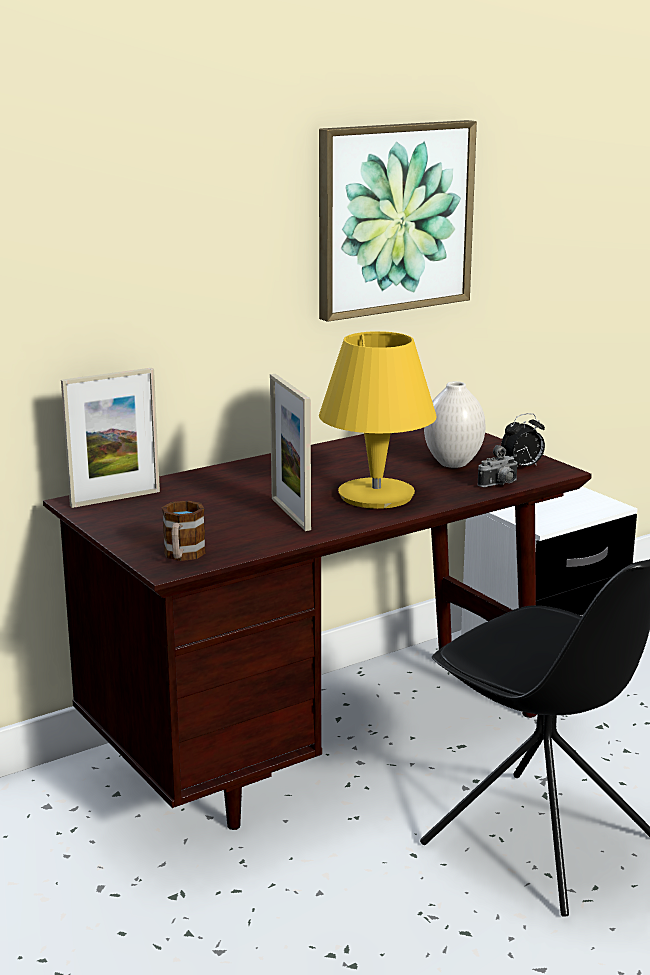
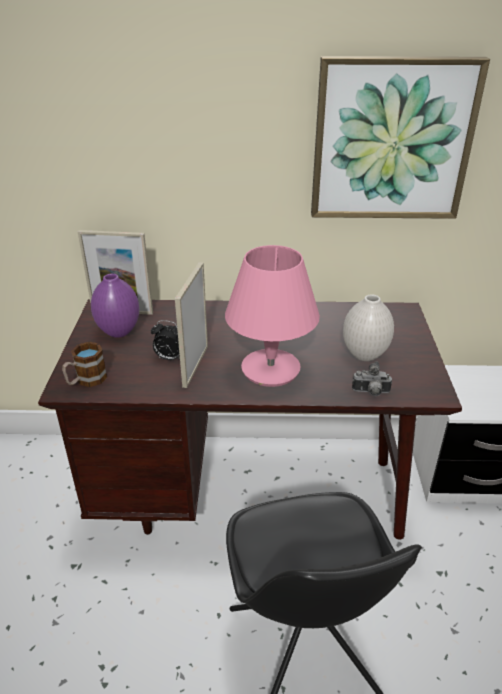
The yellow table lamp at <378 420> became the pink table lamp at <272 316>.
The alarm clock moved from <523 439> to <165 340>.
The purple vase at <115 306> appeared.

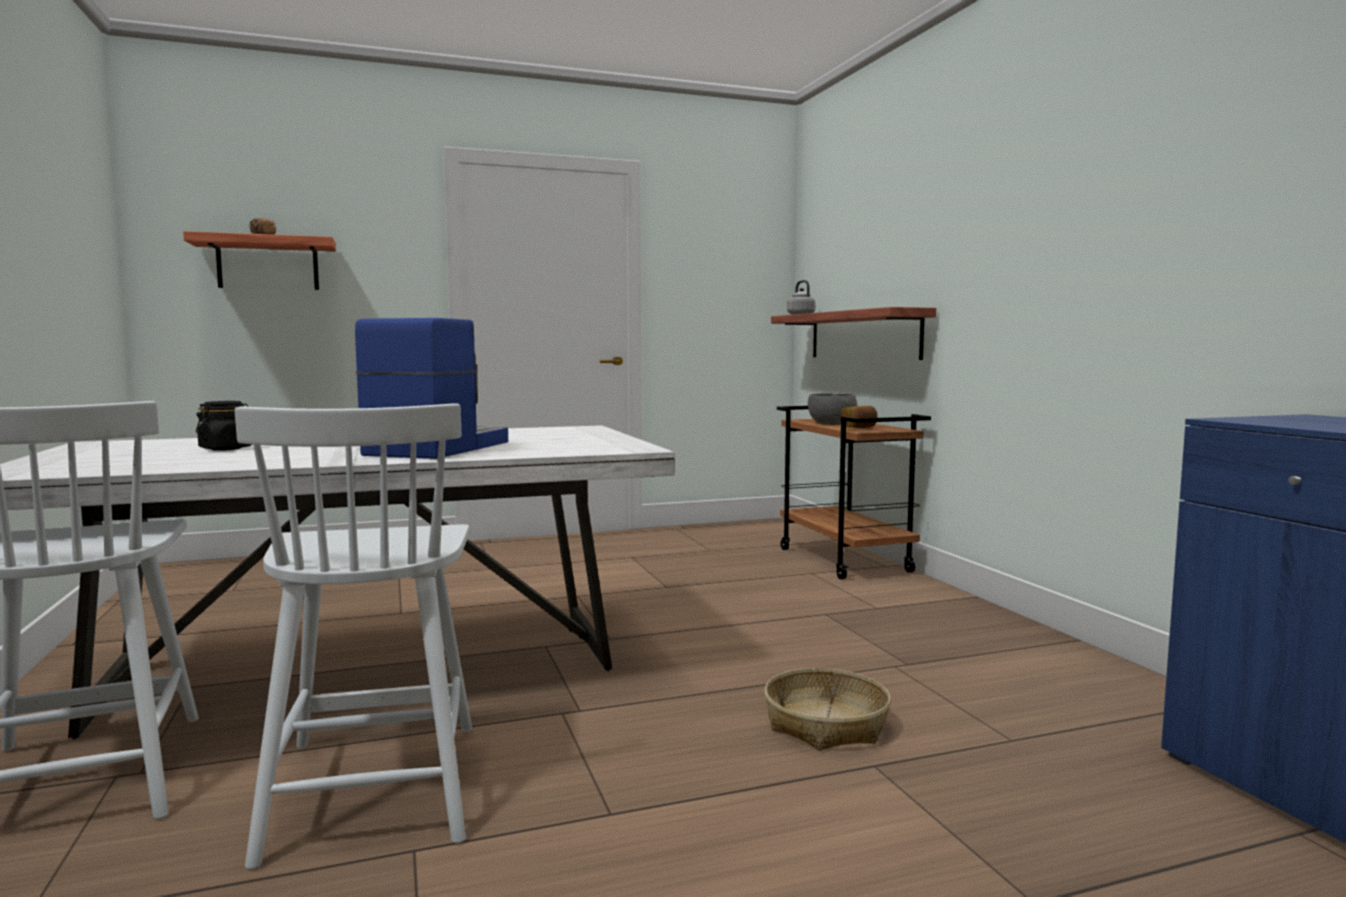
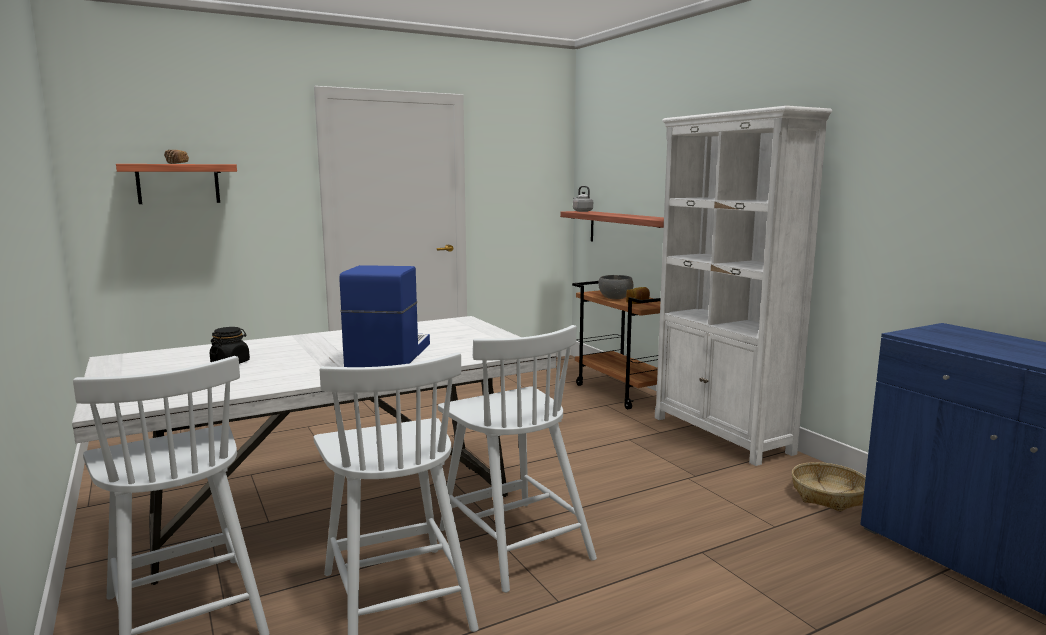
The basket moved from <827 709> to <829 487>.
The white chair at <517 459> appeared.
The white bookcase at <743 285> appeared.

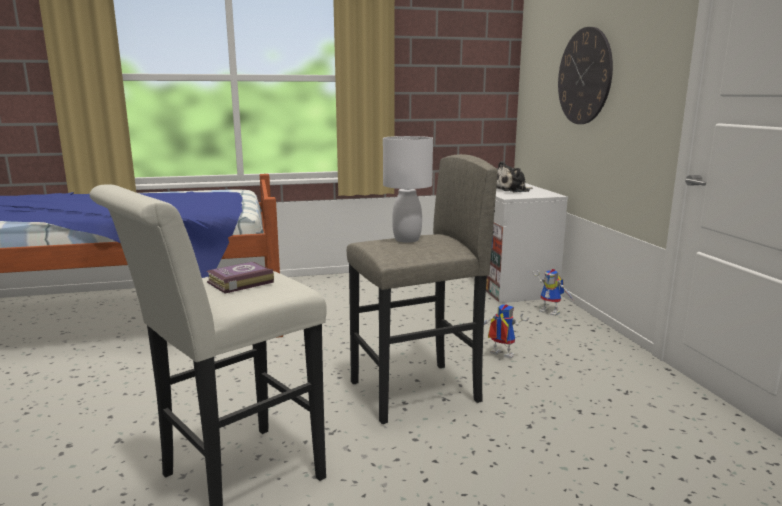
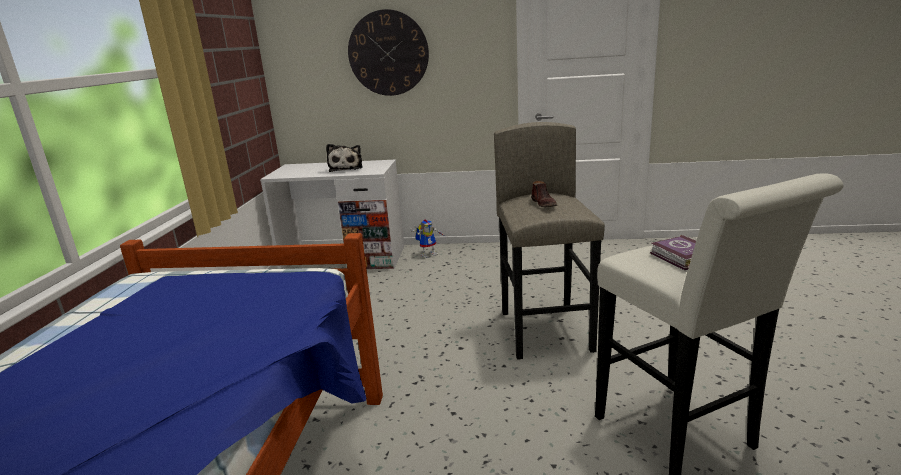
The white table lamp at <408 189> was replaced by the brown shoe at <544 194>.
The toy robot at <506 331> disappeared.

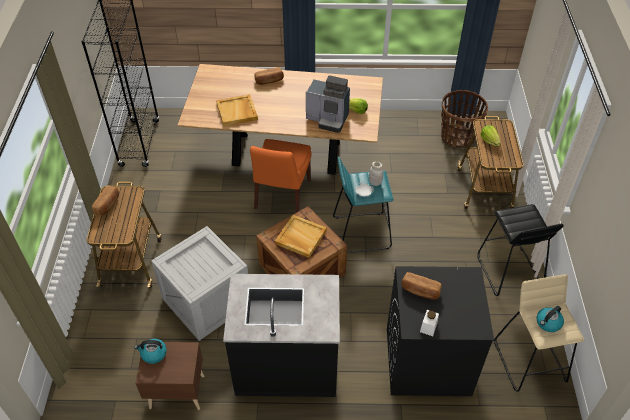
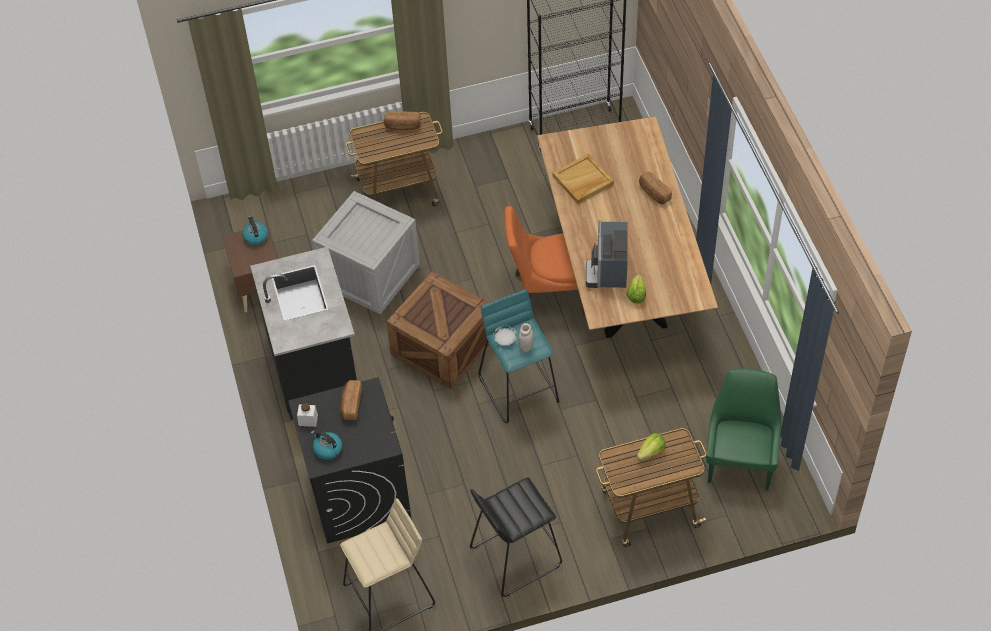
The beige tray at <301 236> disappeared.
The basket at <464 119> was replaced by the green chair at <743 429>.
The kettle moved from <550 319> to <326 445>.

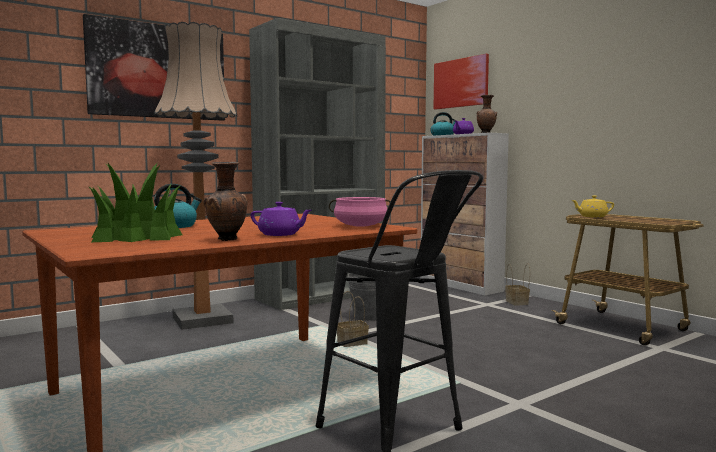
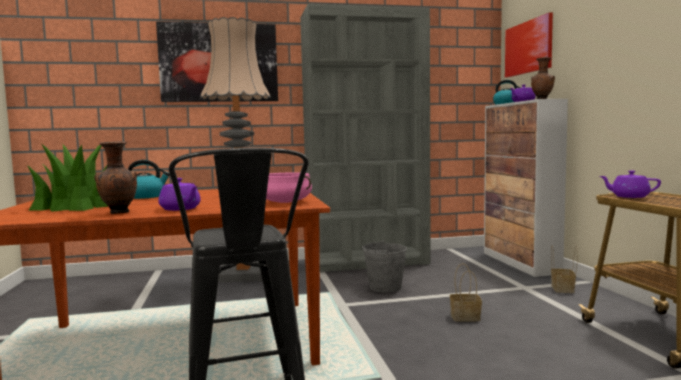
The basket moved from <353 319> to <466 292>.
The yellow teapot at <592 207> became the purple teapot at <630 184>.

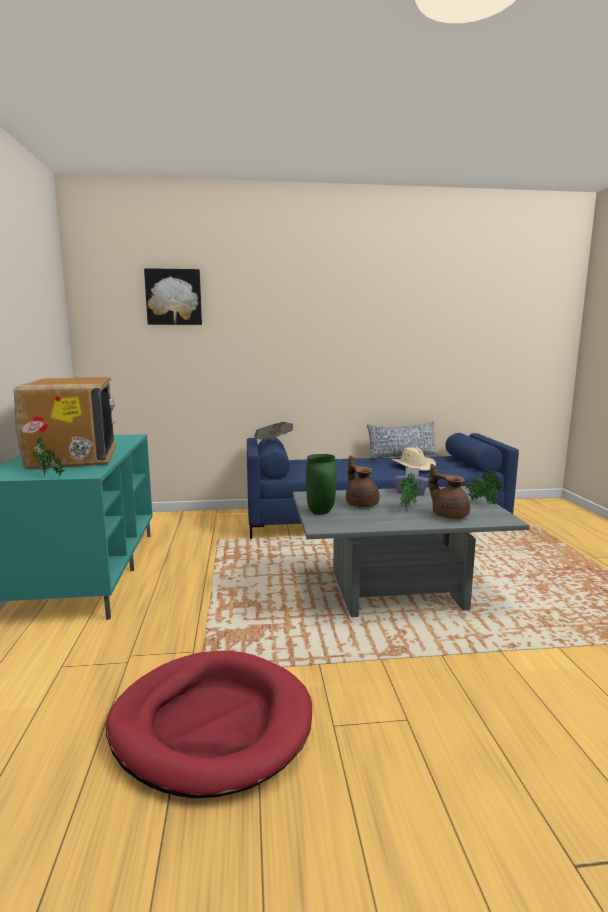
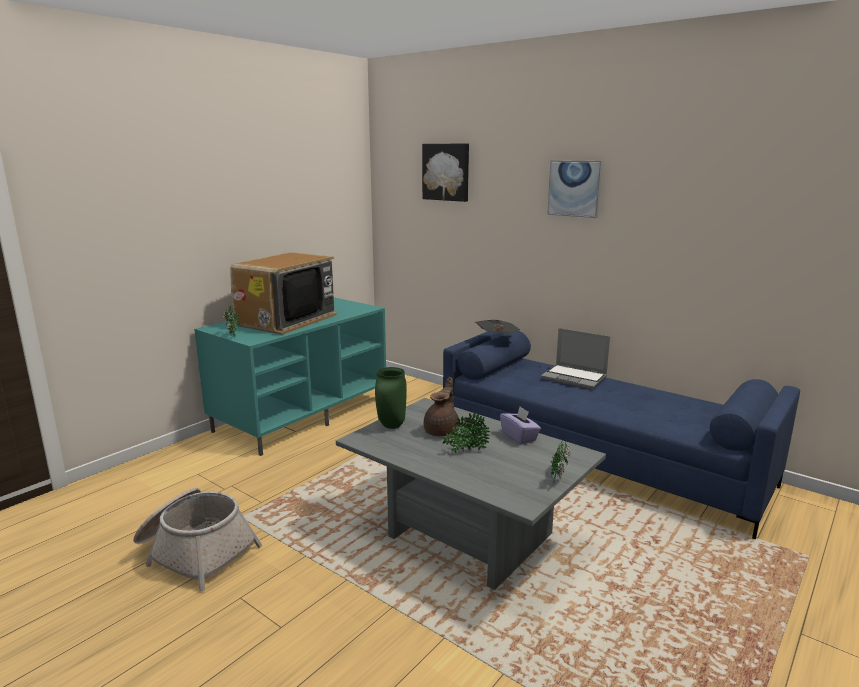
The red dog bed at <209 724> was replaced by the basket at <197 539>.
The pillow at <403 440> disappeared.
The beige hat at <414 459> disappeared.
The brown teapot at <449 491> disappeared.
The laptop at <575 358> appeared.
The picture at <575 189> appeared.

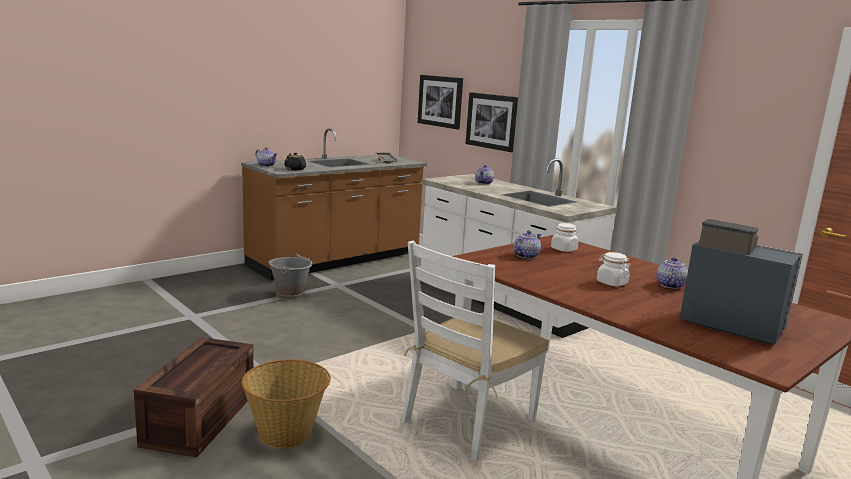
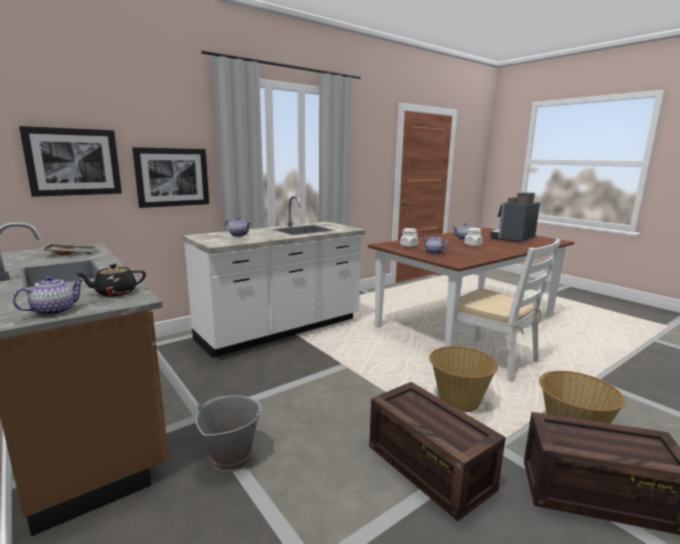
The crate at <437 451> appeared.
The basket at <463 379> appeared.

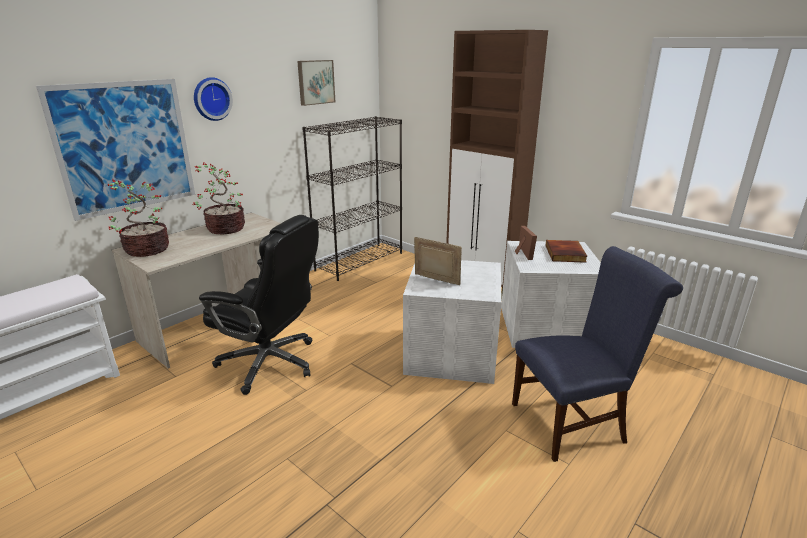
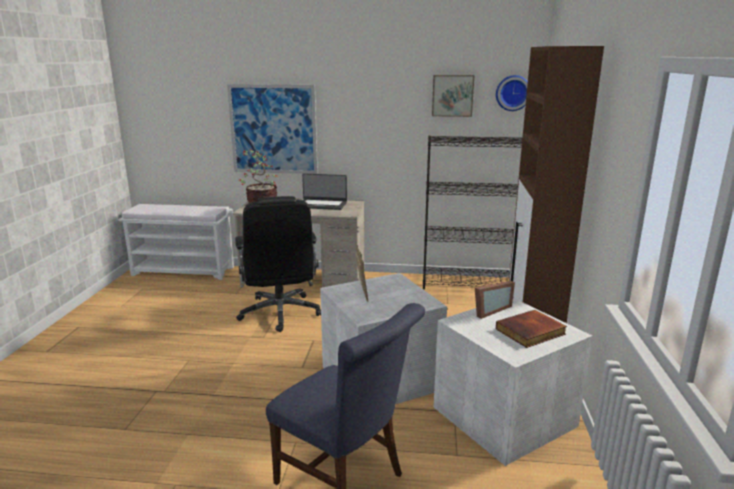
The potted plant at <218 198> was replaced by the laptop at <324 191>.
The wall clock moved from <213 99> to <512 93>.

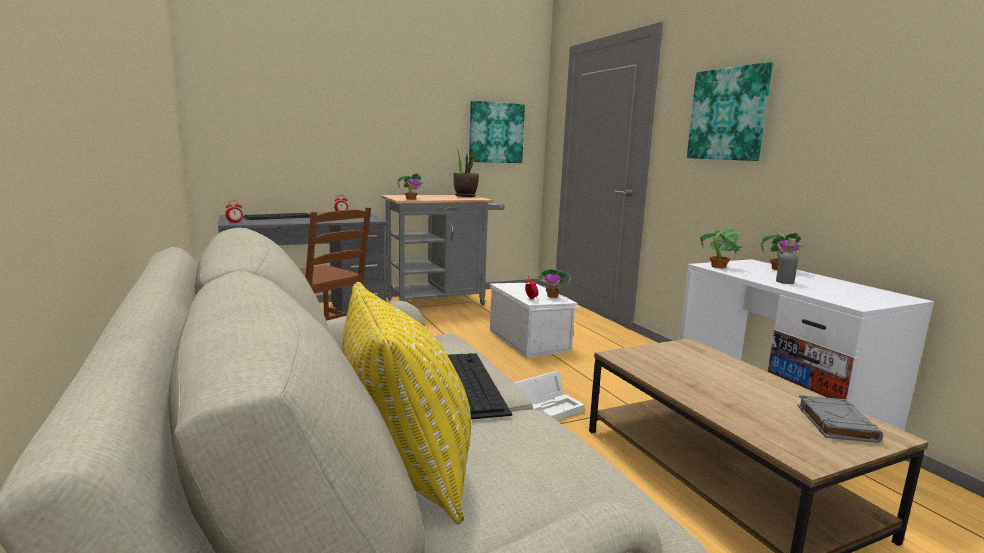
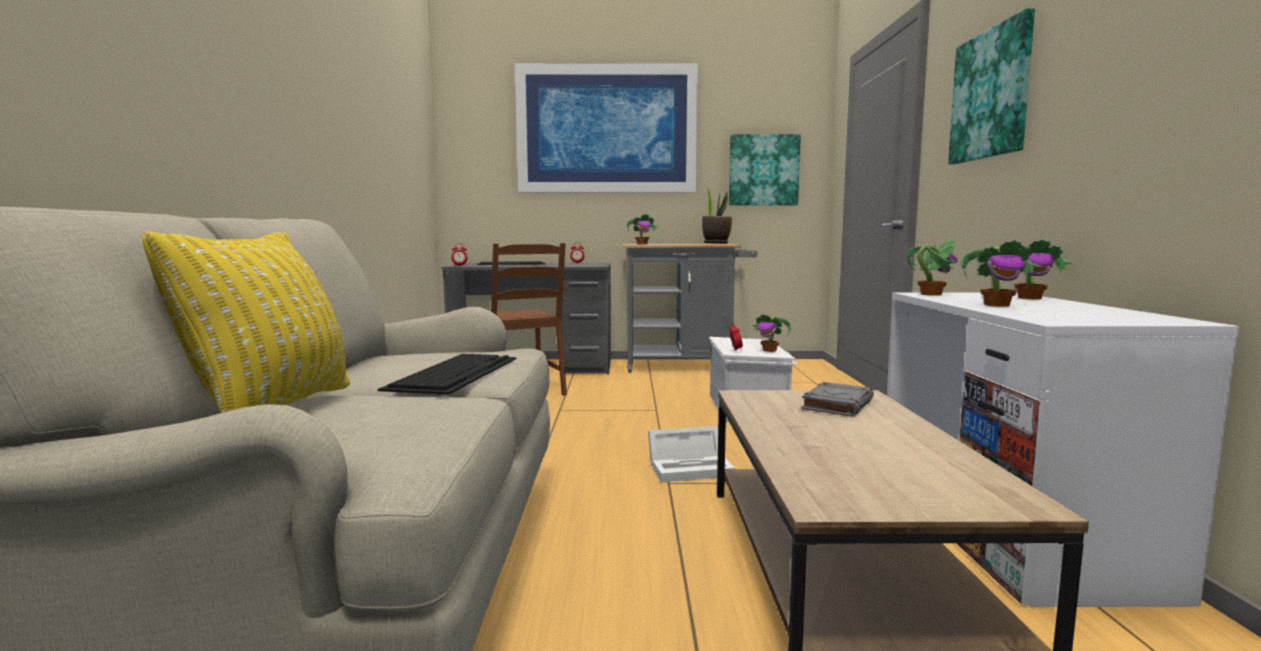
The grey bottle at <787 261> was replaced by the potted plant at <1000 273>.
The grey book moved from <840 419> to <837 399>.
The picture at <606 128> appeared.

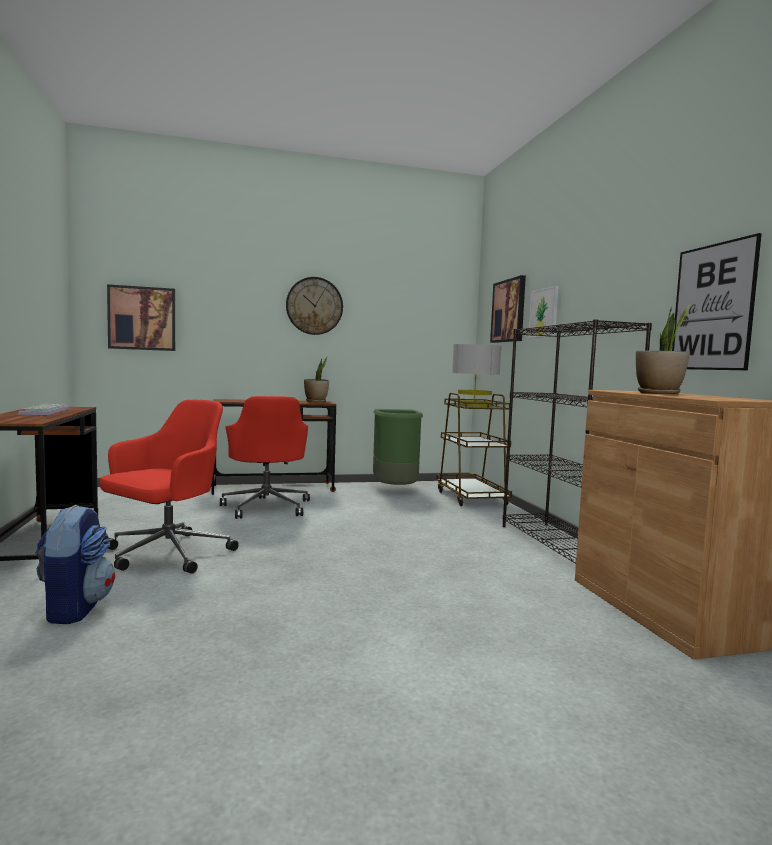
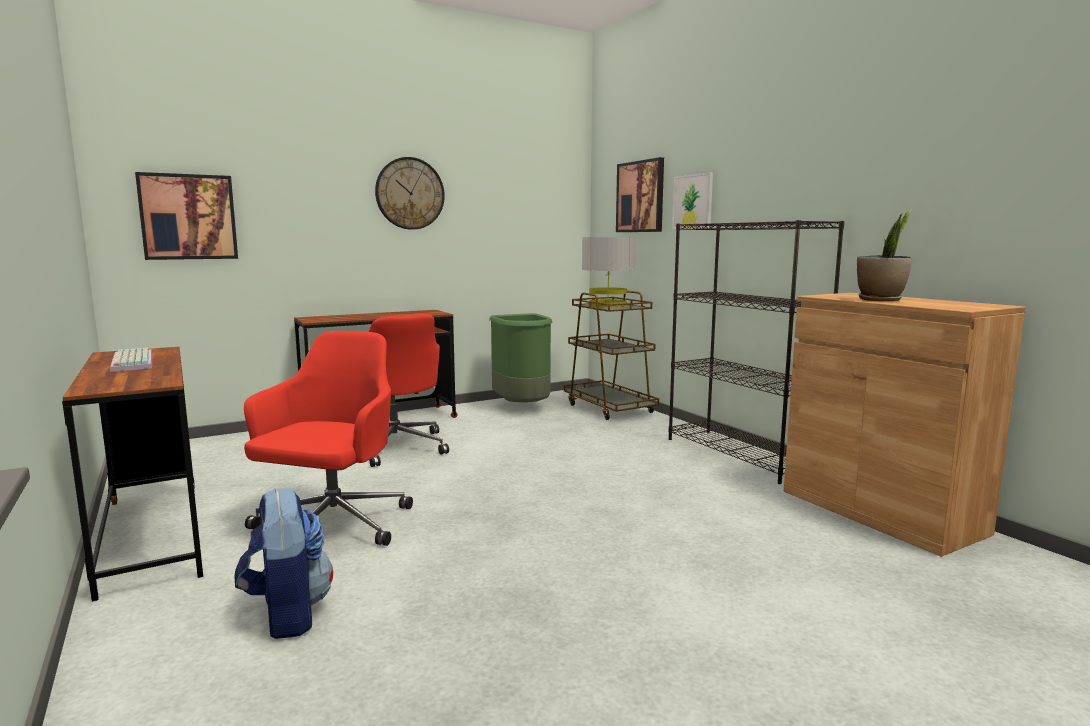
The potted plant at <316 379> disappeared.
The picture at <717 302> disappeared.

